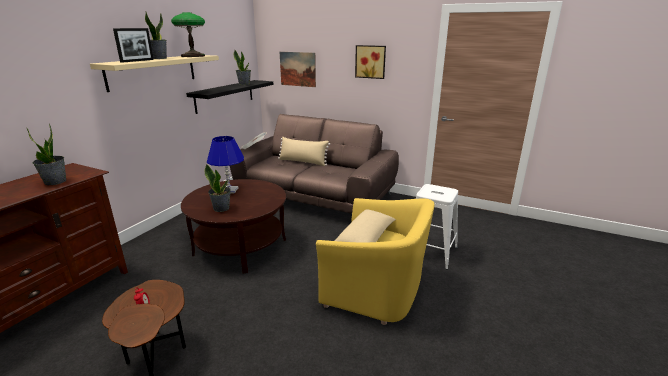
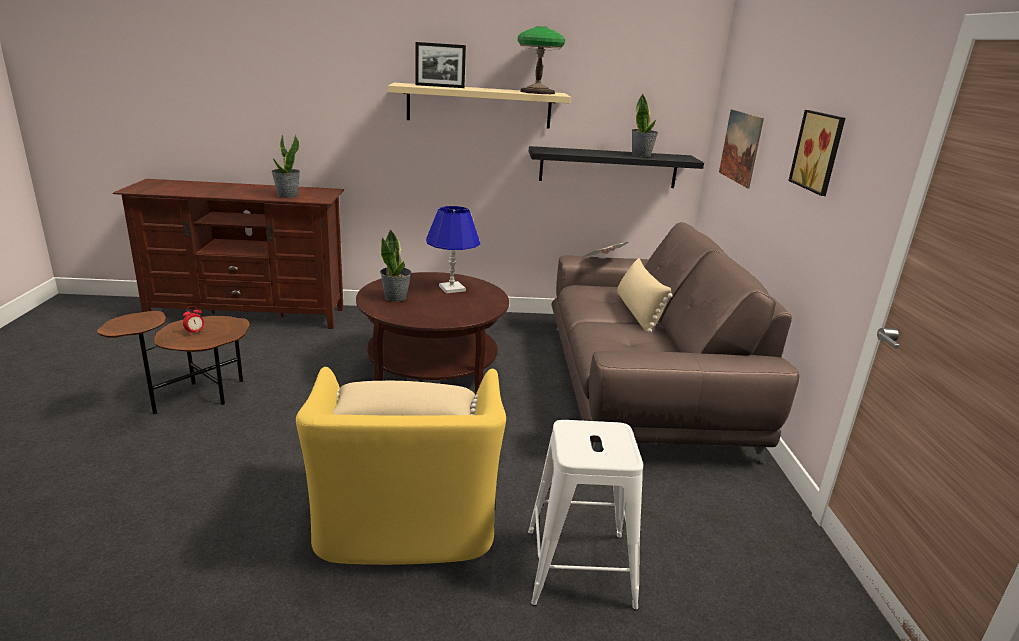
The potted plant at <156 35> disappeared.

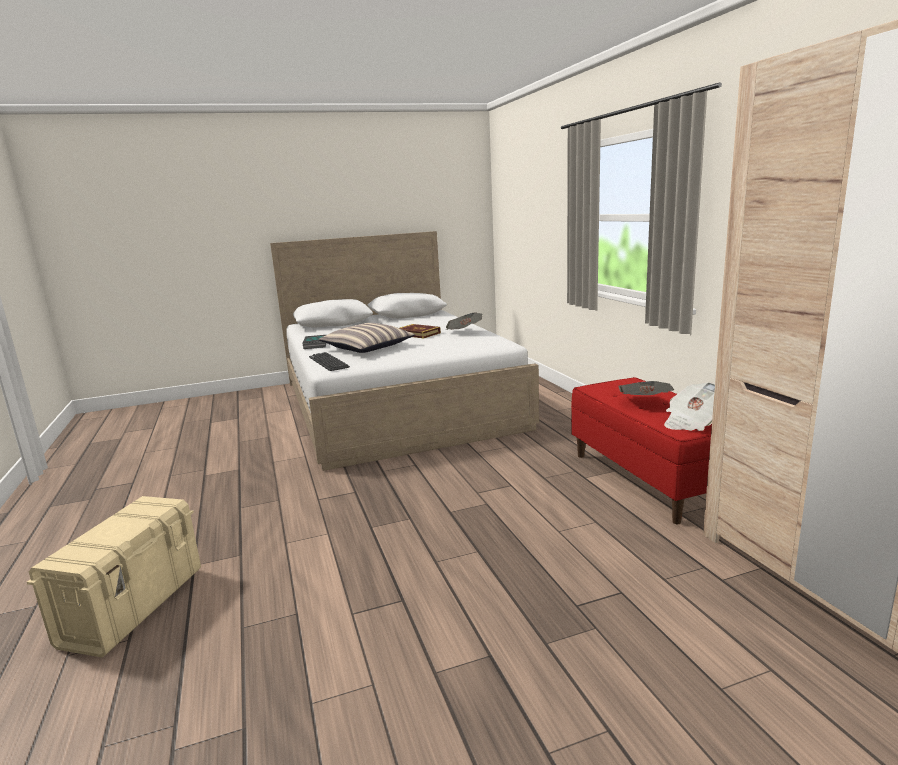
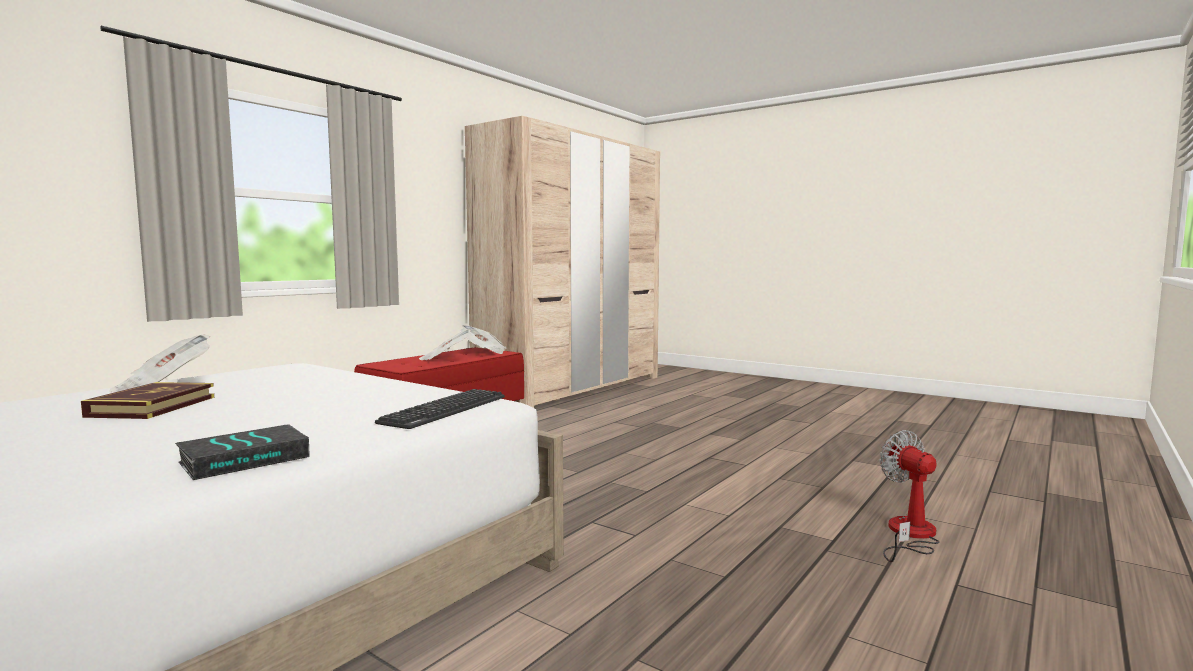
The beige storage box at <114 577> was replaced by the fan at <909 496>.
The pillow at <367 338> disappeared.

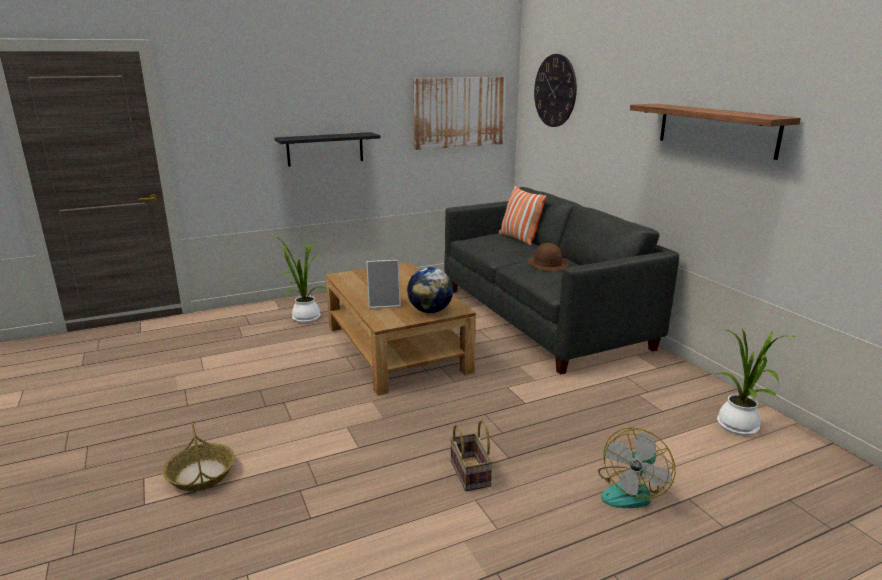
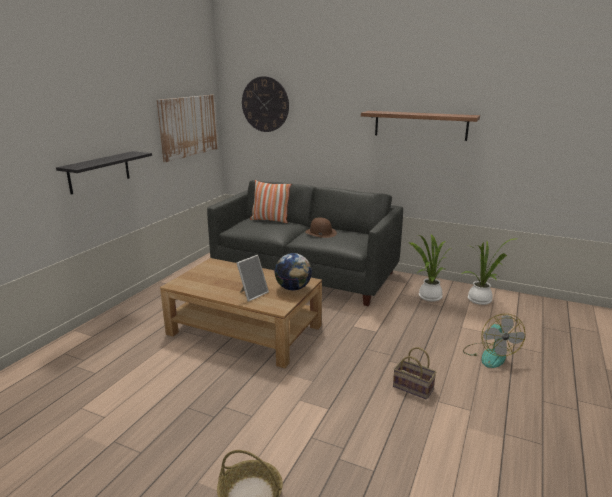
The potted plant moved from <297 279> to <429 268>.

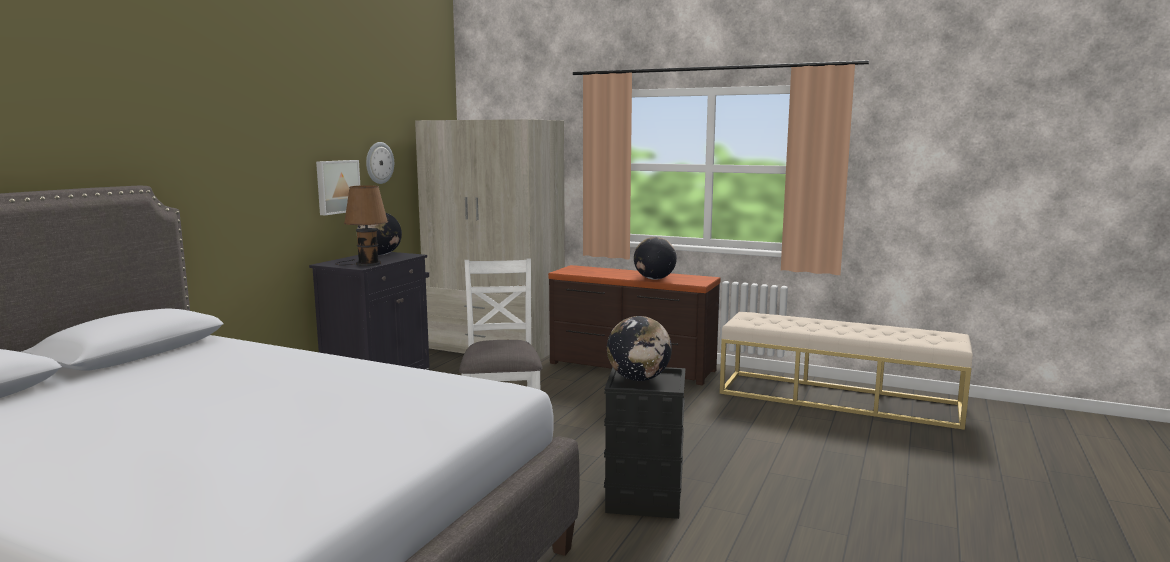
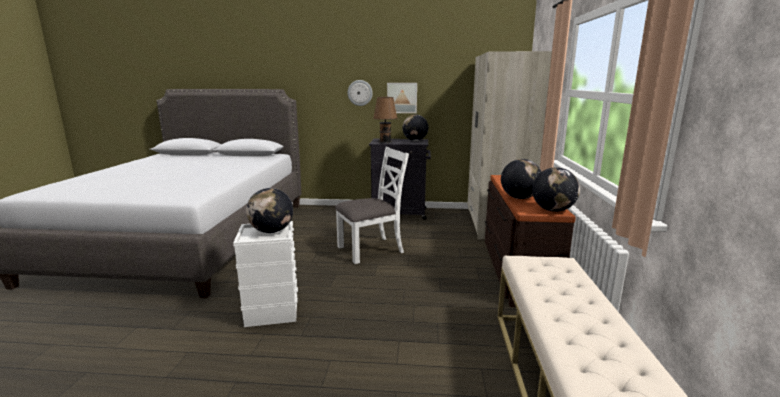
The wall clock moved from <380 163> to <360 93>.
The black storage box at <644 443> became the white storage box at <265 274>.
The globe at <556 189> appeared.

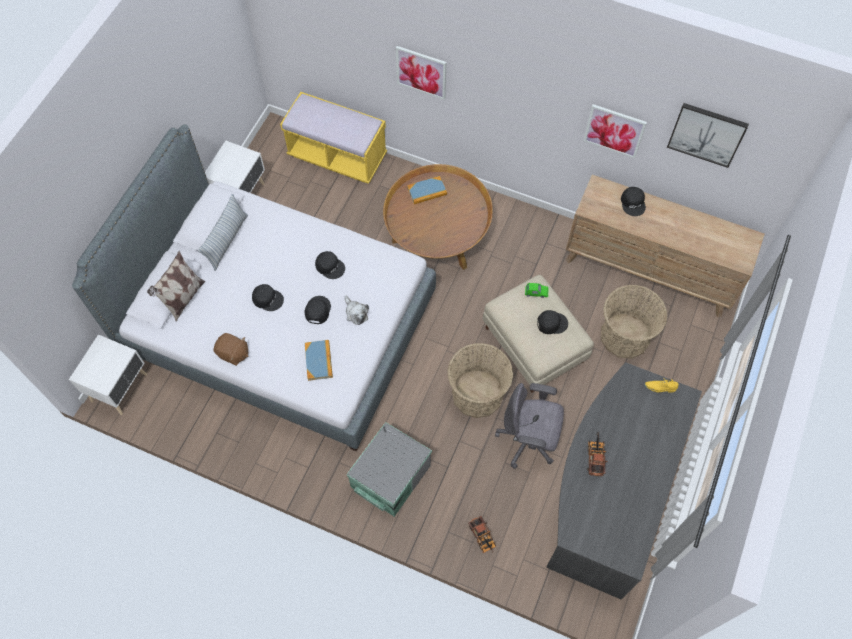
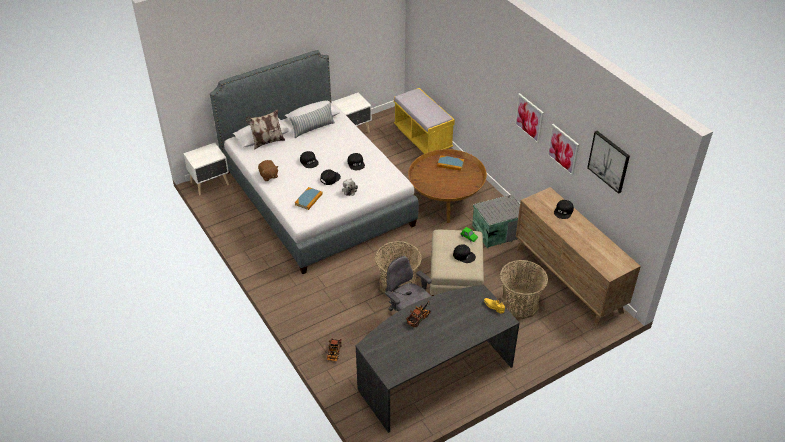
The grey storage box moved from <389 469> to <496 221>.
The picture moved from <421 73> to <529 118>.

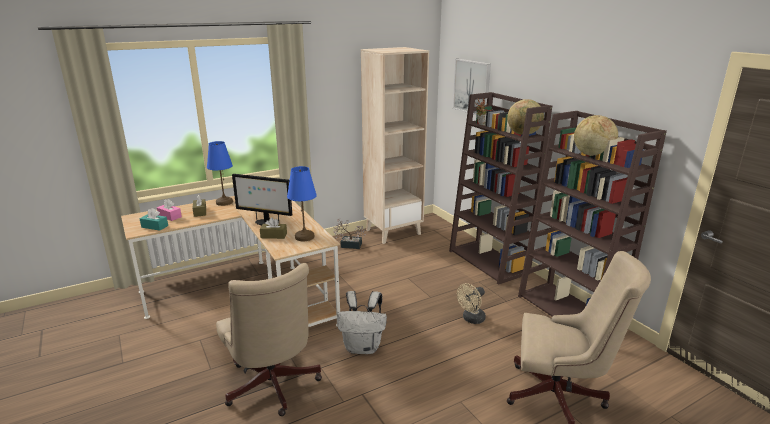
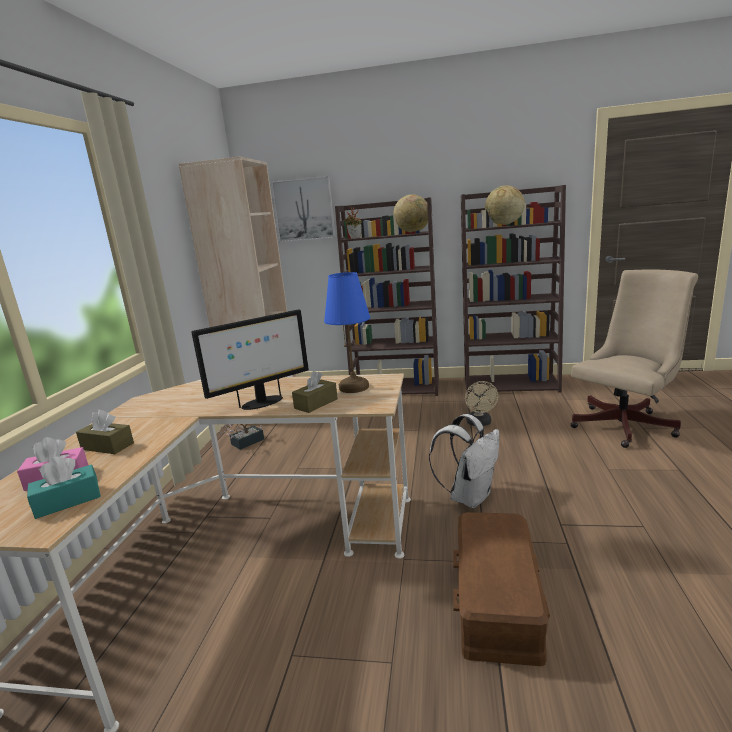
The blue table lamp at <220 173> disappeared.
The beige office chair at <269 339> was replaced by the brown storage box at <501 589>.

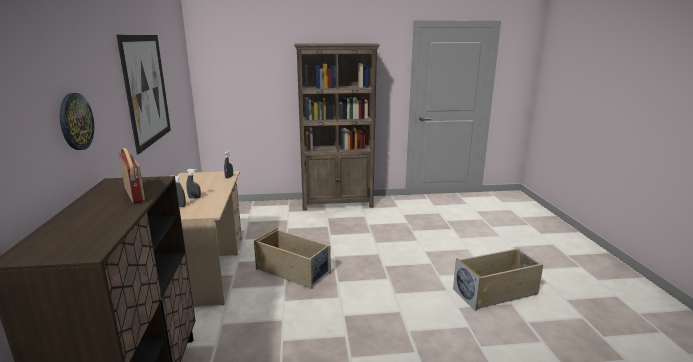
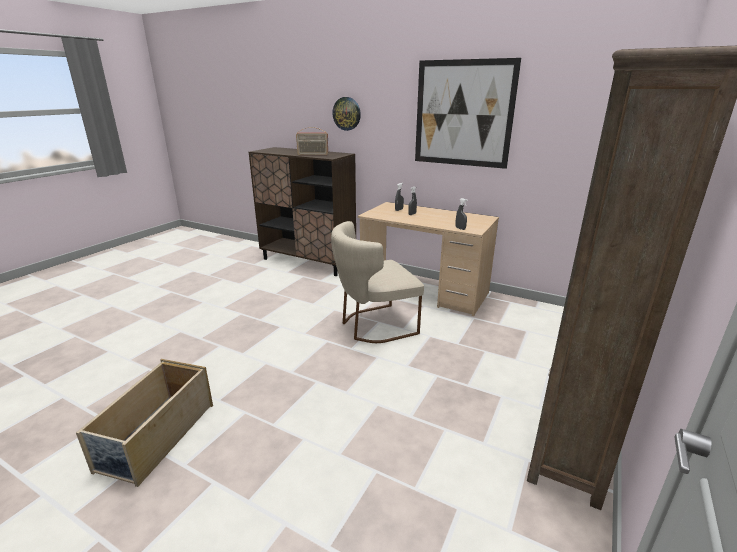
The beige storage box at <292 258> was replaced by the beige chair at <377 282>.

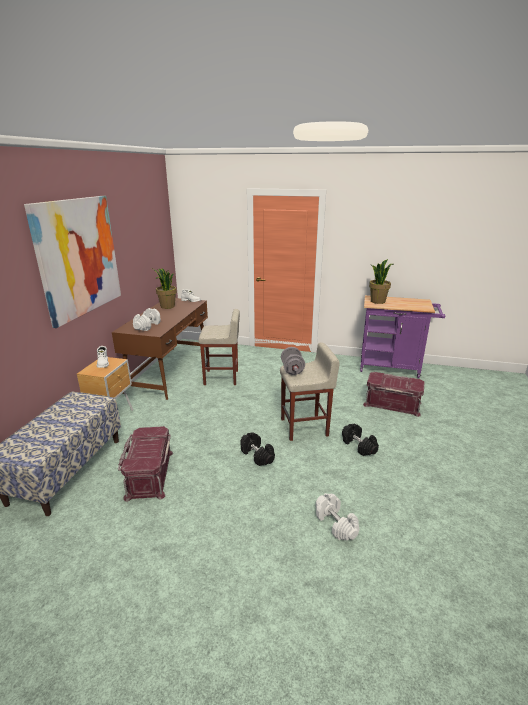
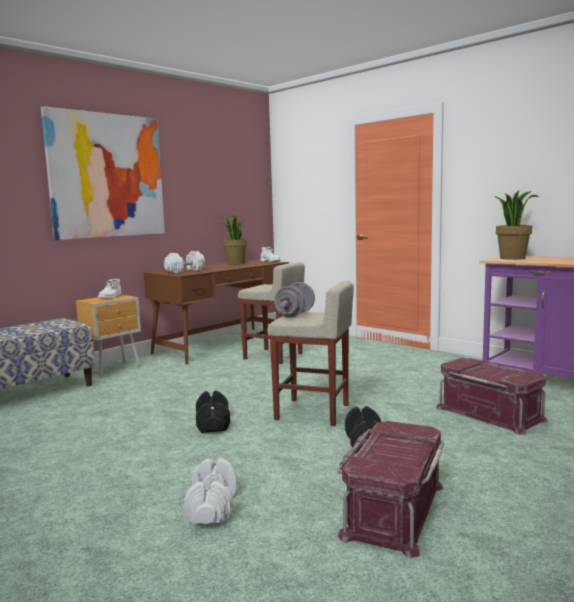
The red storage box moved from <145 464> to <391 489>.

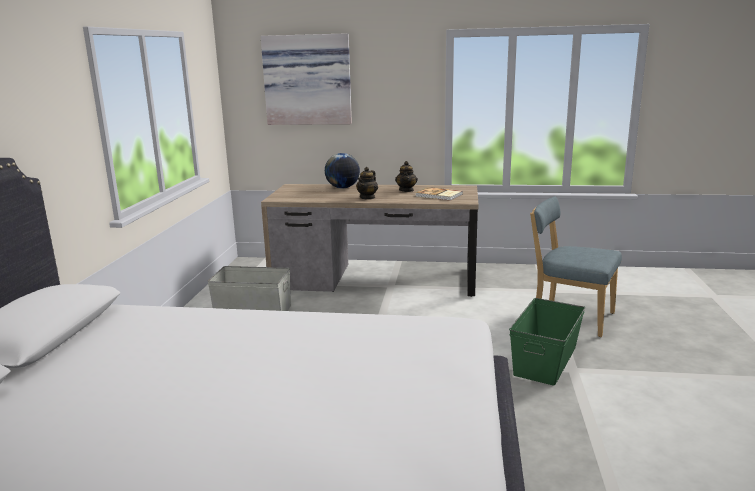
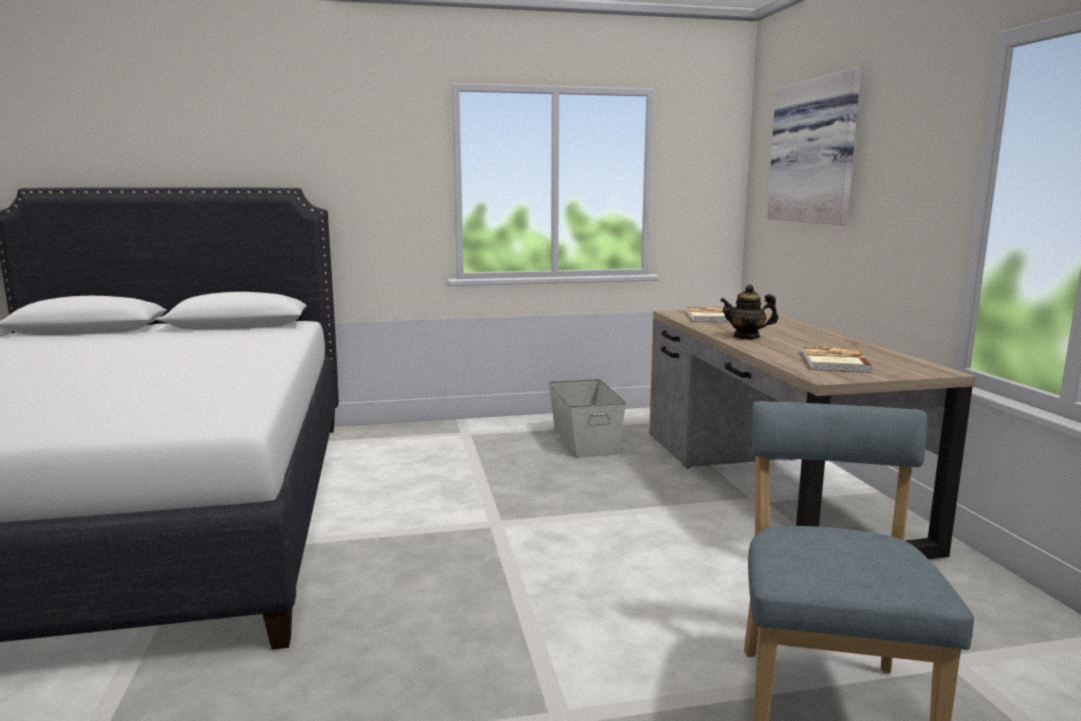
The globe at <342 171> disappeared.
The teapot at <406 176> disappeared.
The green storage box at <547 342> disappeared.
The book at <707 314> appeared.

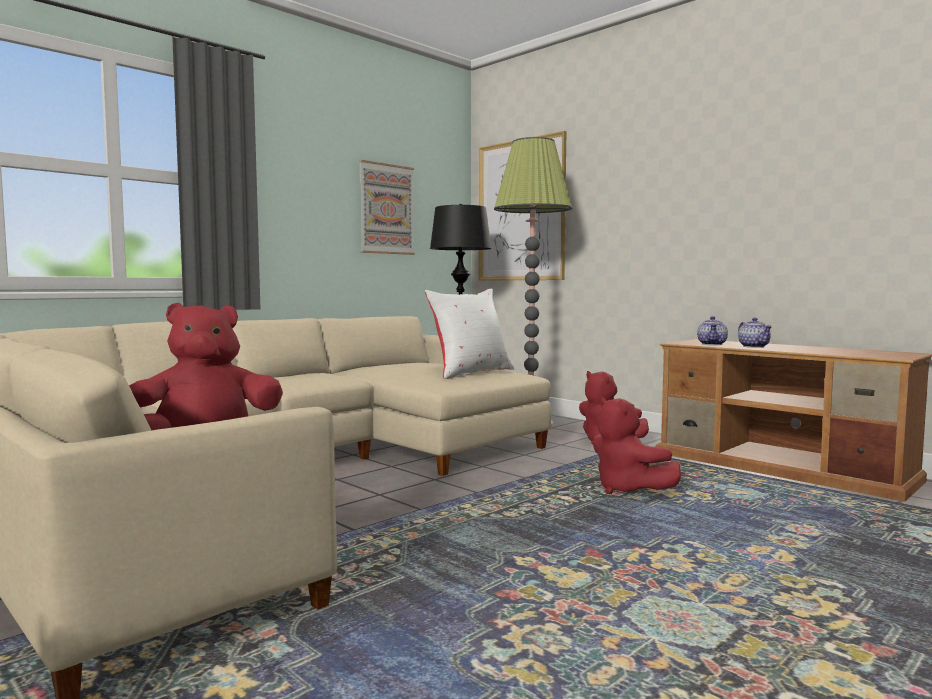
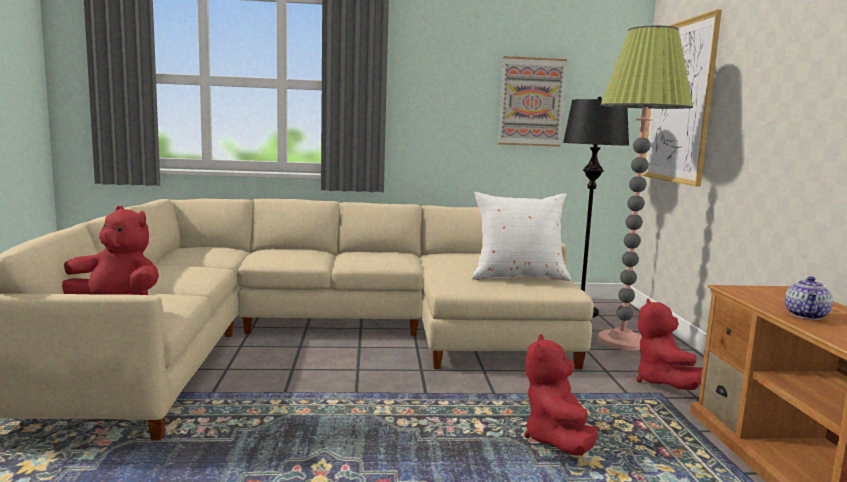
The teapot at <712 330> disappeared.

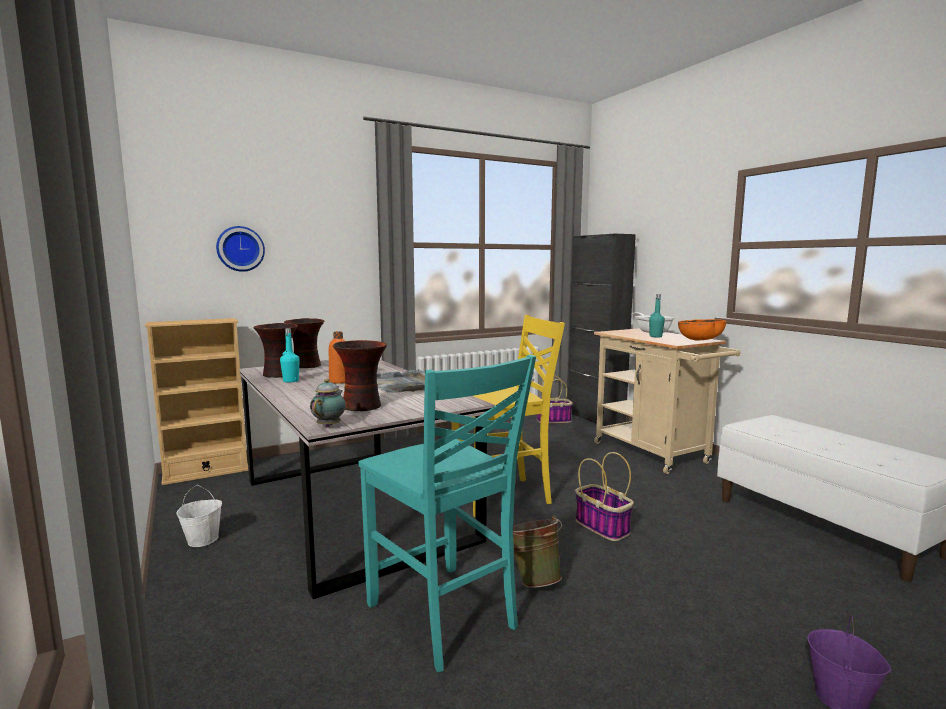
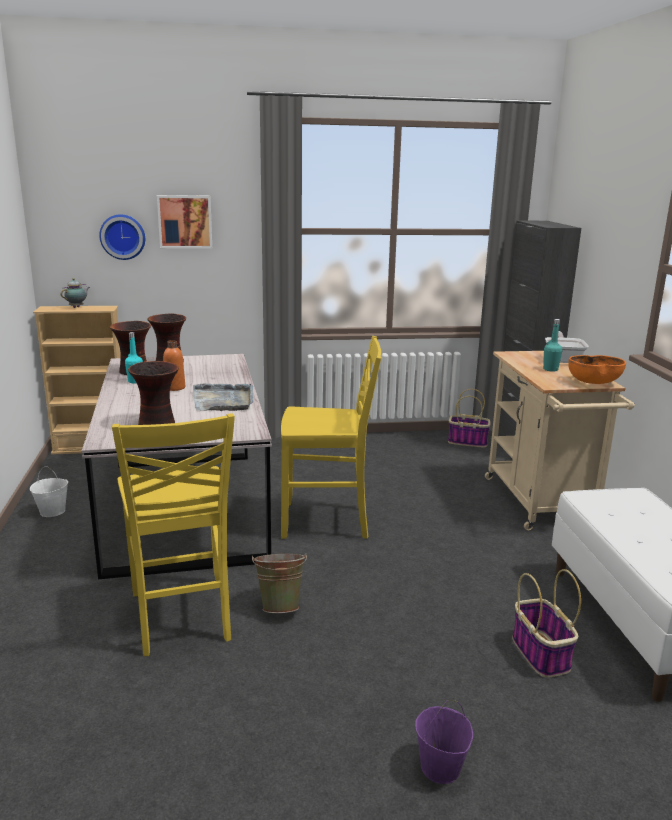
The teapot moved from <328 403> to <75 293>.
The turquoise chair at <447 513> became the yellow chair at <173 534>.
The basket moved from <604 496> to <546 623>.
The picture at <184 221> appeared.

